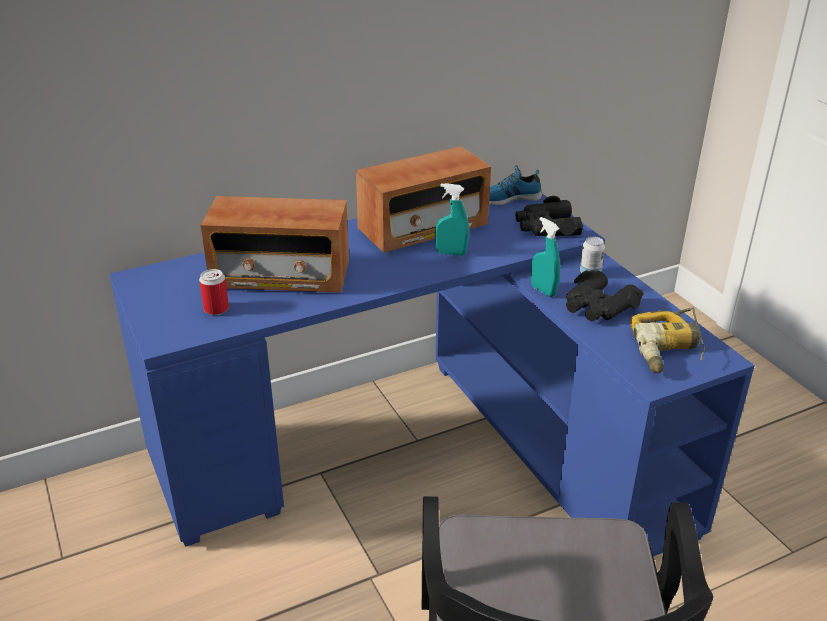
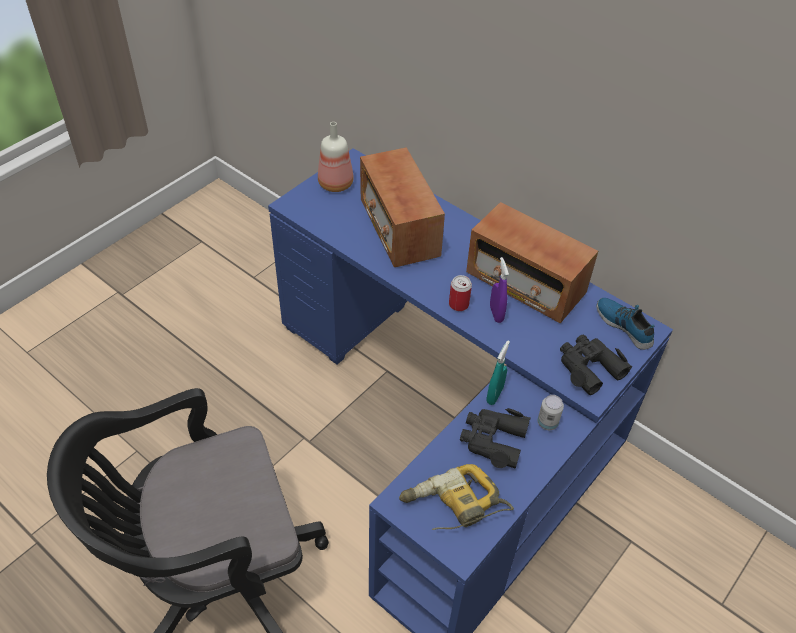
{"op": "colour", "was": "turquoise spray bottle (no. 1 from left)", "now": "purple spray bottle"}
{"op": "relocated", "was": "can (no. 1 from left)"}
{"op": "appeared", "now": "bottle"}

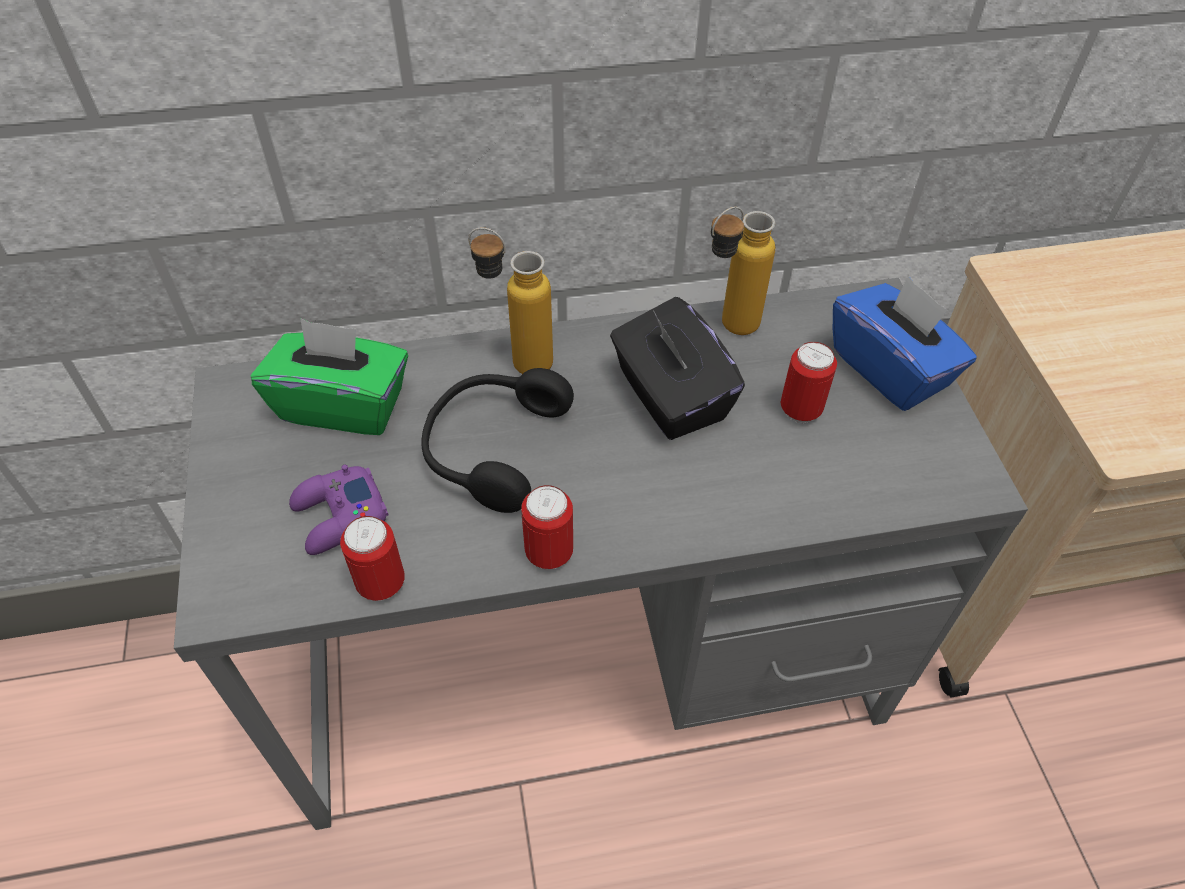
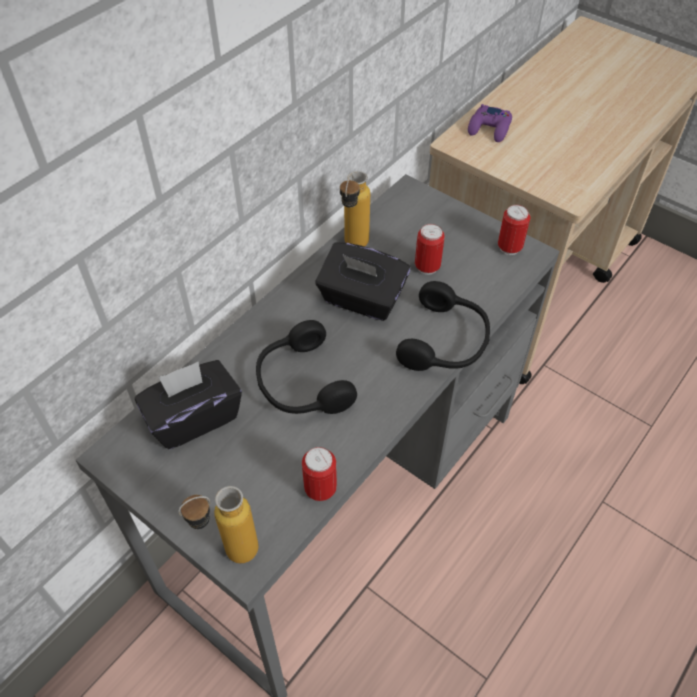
{"op": "relocated", "was": "bottle (no. 1 from left)"}
{"op": "missing", "was": "blue tissue box"}
{"op": "colour", "was": "green tissue box", "now": "black tissue box (no. 1 from left)"}
{"op": "relocated", "was": "purple game controller"}
{"op": "relocated", "was": "can (no. 2 from left in the first image)", "now": "can (no. 3 from left)"}
{"op": "appeared", "now": "black headphones (no. 2 from left)"}

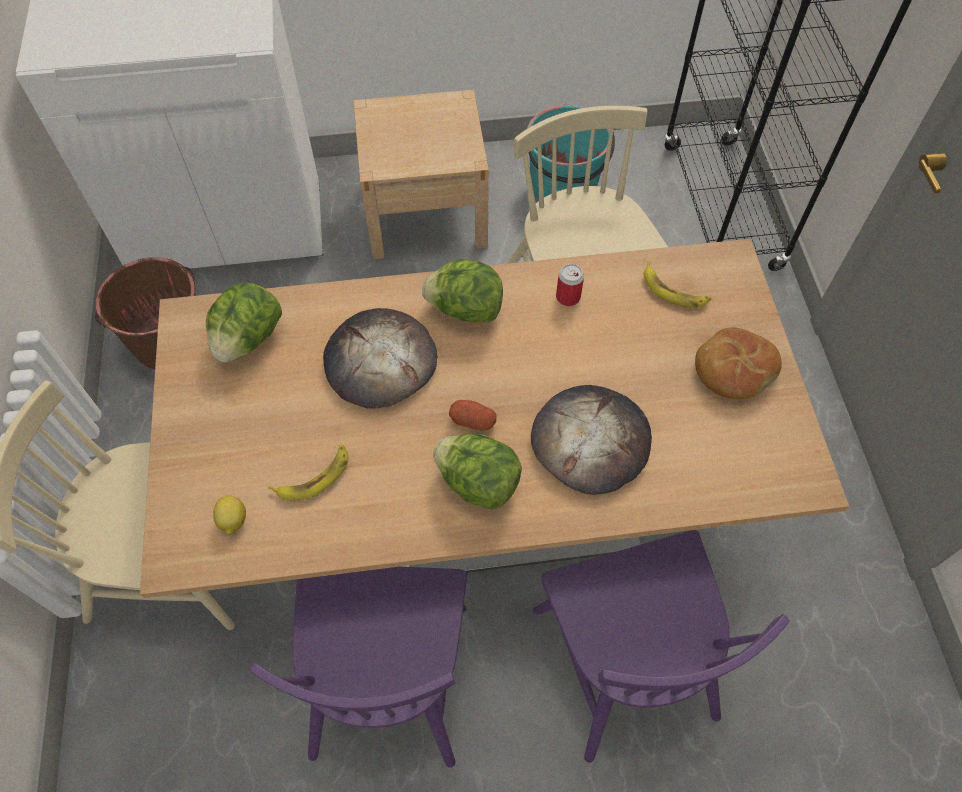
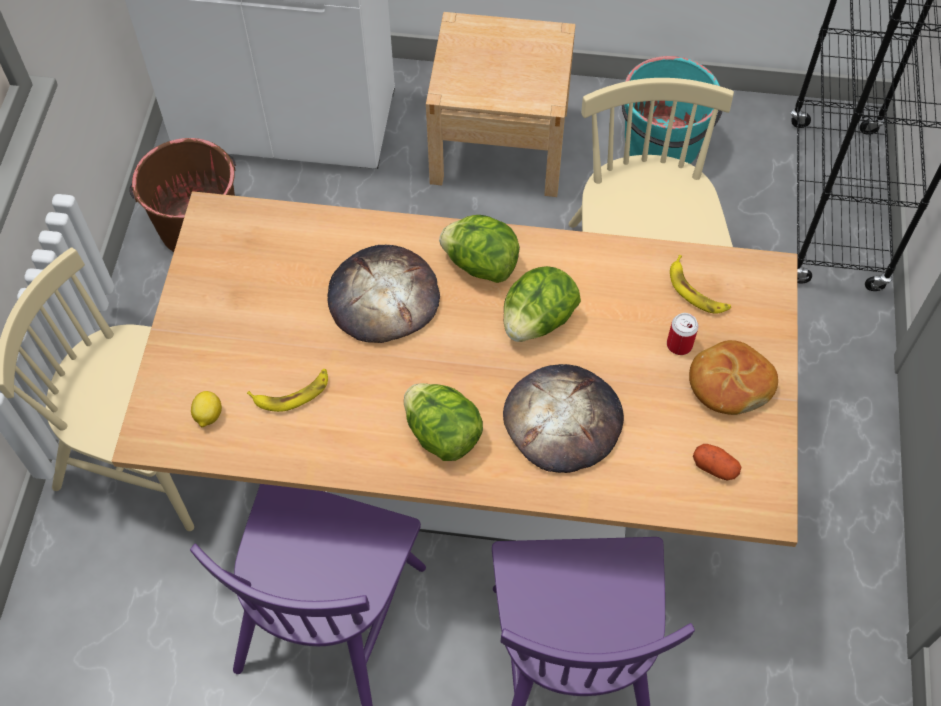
{"op": "relocated", "was": "can"}
{"op": "relocated", "was": "lettuce (no. 1 from left in the first image)", "now": "lettuce (no. 3 from left)"}
{"op": "relocated", "was": "potato"}

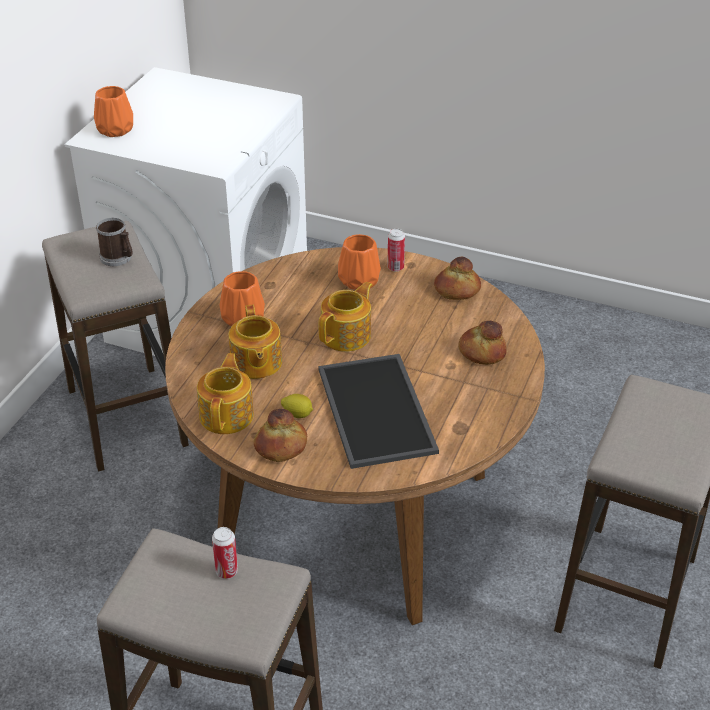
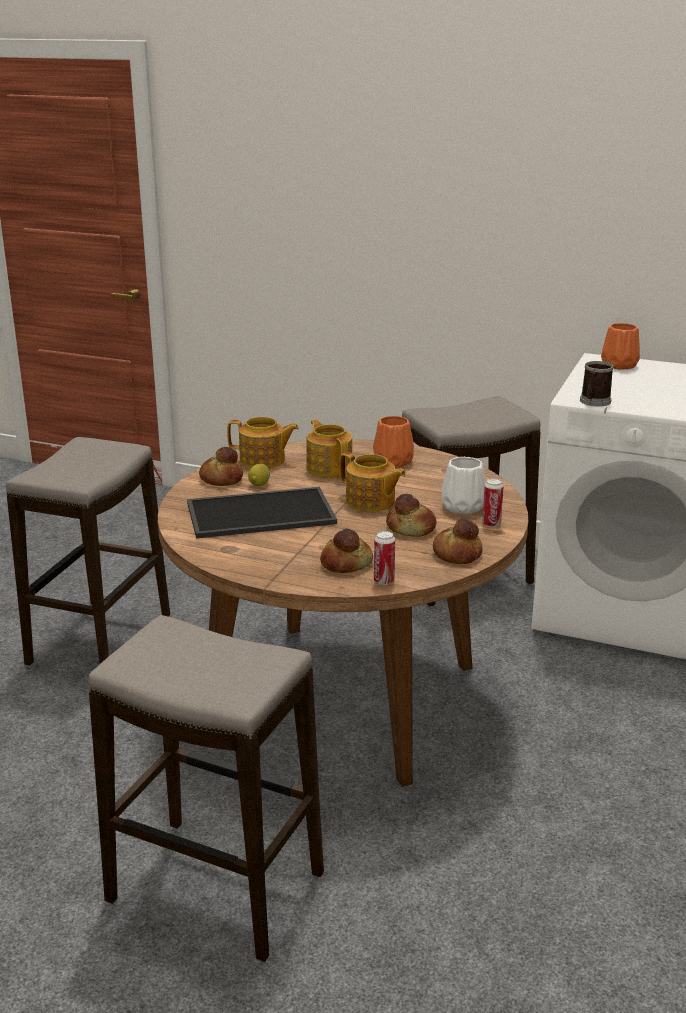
{"op": "relocated", "was": "mug"}
{"op": "colour", "was": "orange vase (no. 3 from left)", "now": "white vase"}
{"op": "spun", "was": "teapot (no. 2 from left)", "clockwise": 75}
{"op": "relocated", "was": "can (no. 1 from left)"}
{"op": "appeared", "now": "bread (no. 3 from left)"}

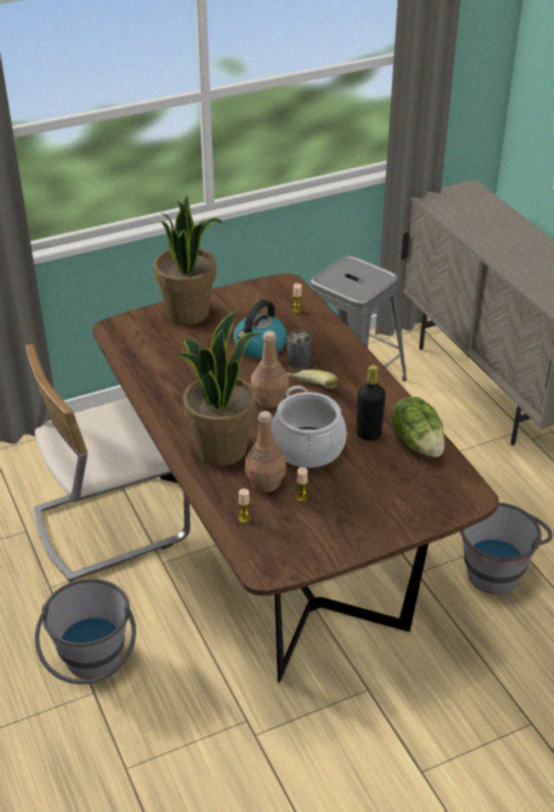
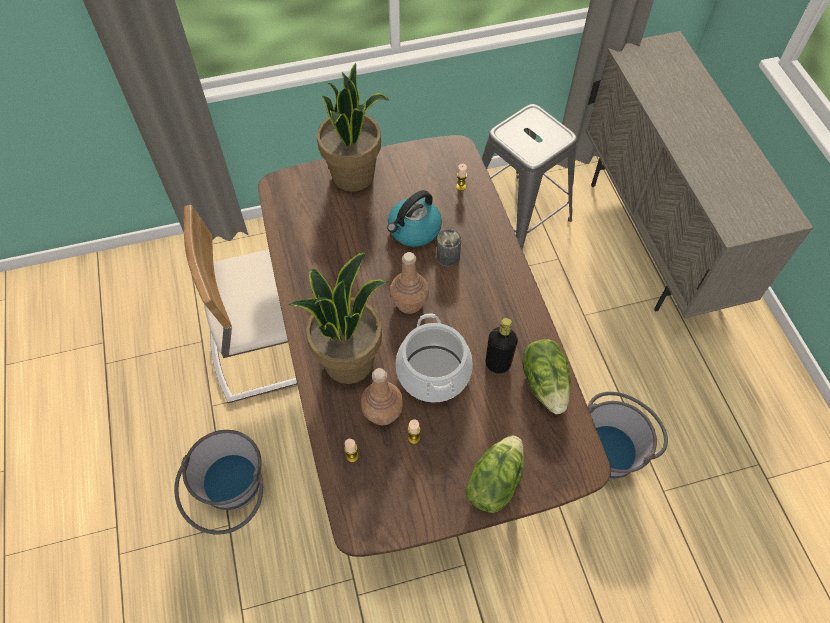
{"op": "missing", "was": "banana"}
{"op": "appeared", "now": "lettuce (no. 1 from left)"}

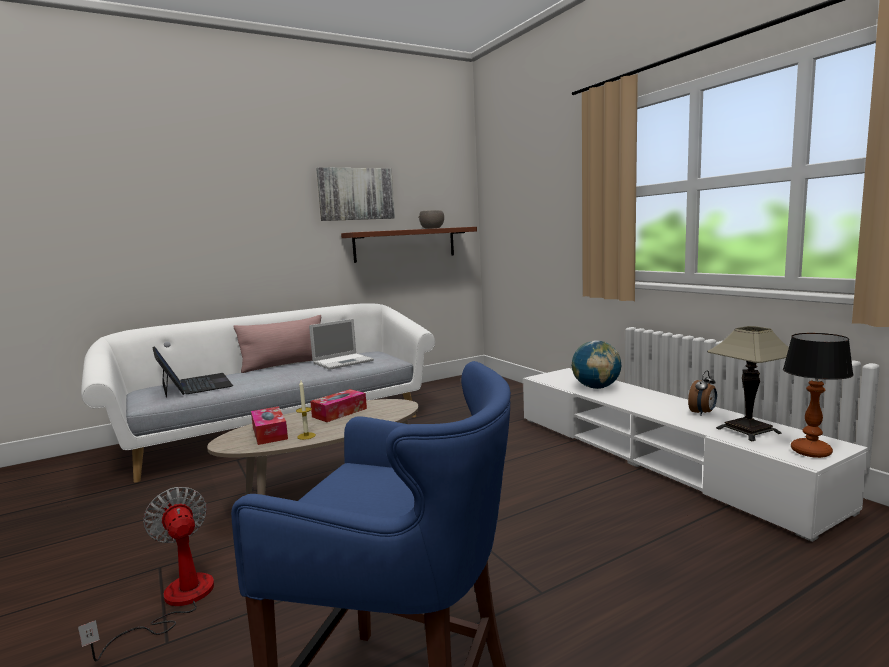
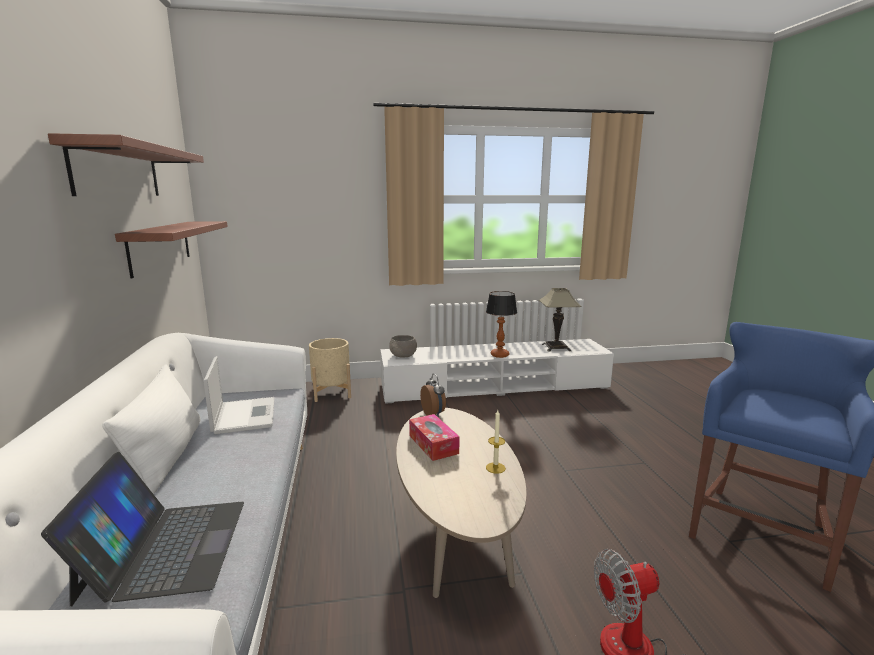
{"op": "exchanged", "was": "picture", "now": "shelf (no. 1 from left)"}
{"op": "relocated", "was": "grey bowl"}
{"op": "colour", "was": "pink pillow", "now": "white pillow"}
{"op": "relocated", "was": "table lamp (no. 2 from left in the first image)", "now": "table lamp (no. 1 from left)"}
{"op": "missing", "was": "globe"}
{"op": "spun", "was": "laptop (no. 1 from left)", "clockwise": 90}
{"op": "relocated", "was": "alarm clock"}
{"op": "missing", "was": "tissue box (no. 1 from left)"}
{"op": "appeared", "now": "beige planter"}

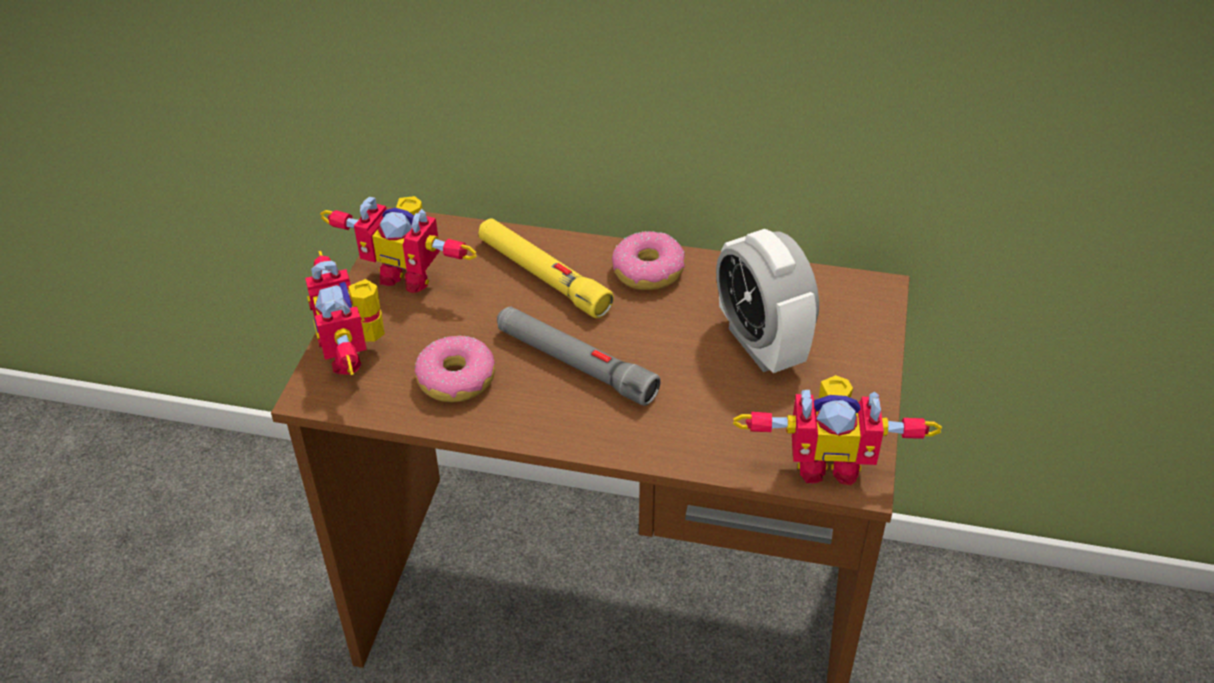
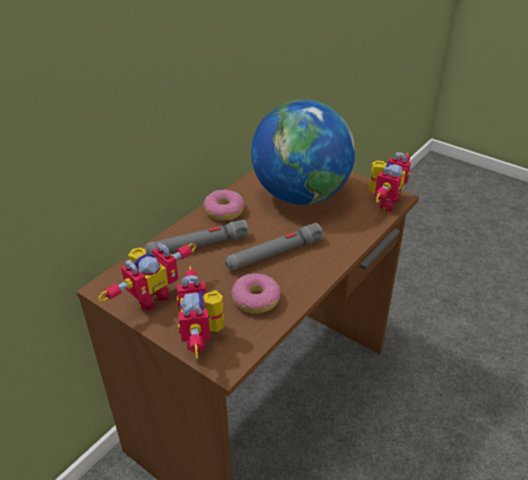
{"op": "colour", "was": "yellow flashlight", "now": "grey flashlight (no. 1 from left)"}
{"op": "exchanged", "was": "alarm clock", "now": "globe"}
{"op": "spun", "was": "toy robot (no. 1 from left in the first image)", "clockwise": 75}

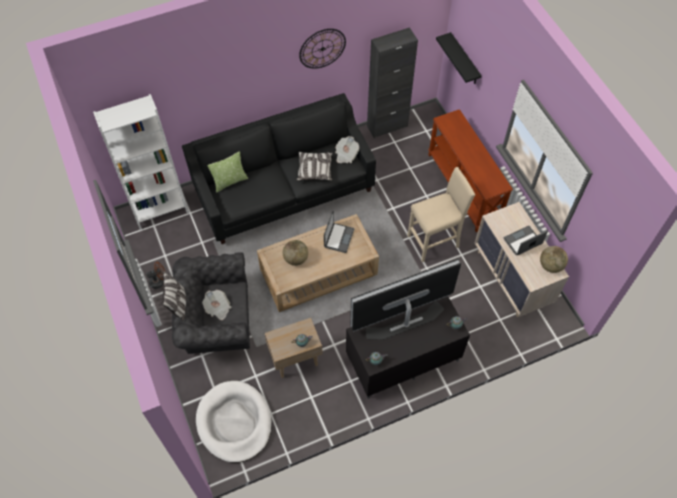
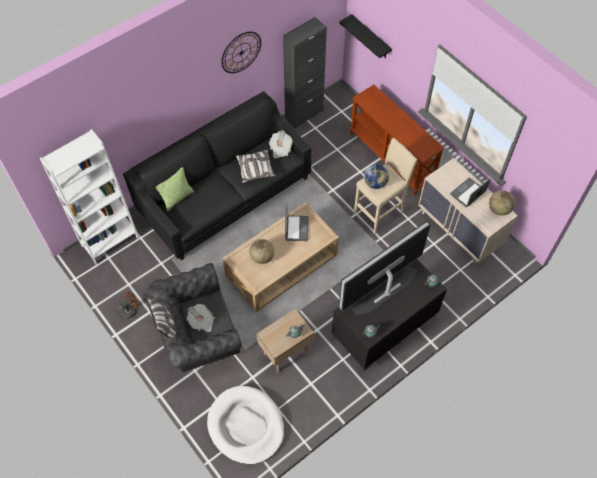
{"op": "appeared", "now": "globe (no. 2 from left)"}

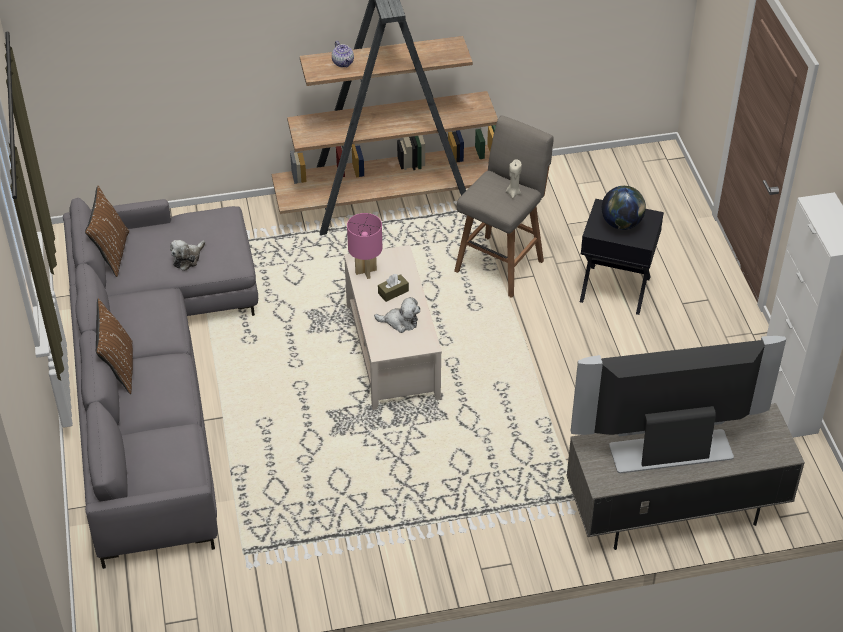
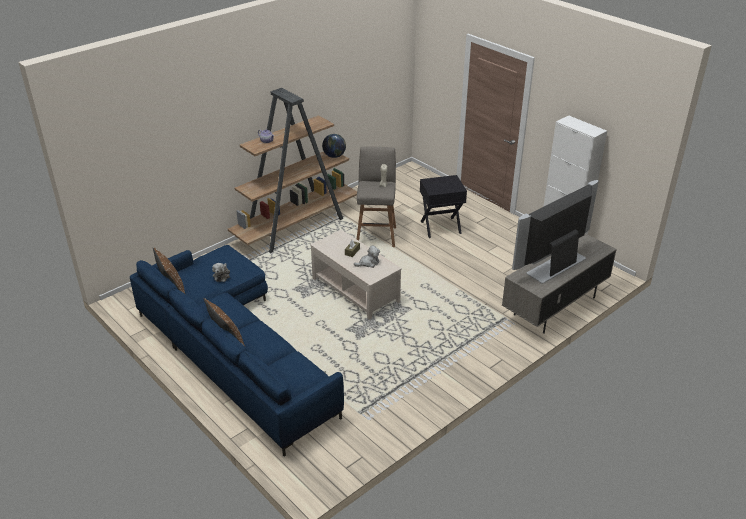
{"op": "relocated", "was": "globe"}
{"op": "colour", "was": "grey sofa", "now": "blue sofa"}
{"op": "missing", "was": "pink table lamp"}

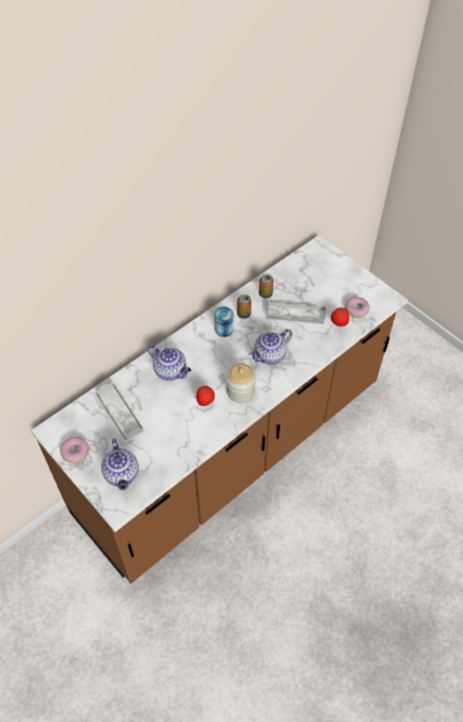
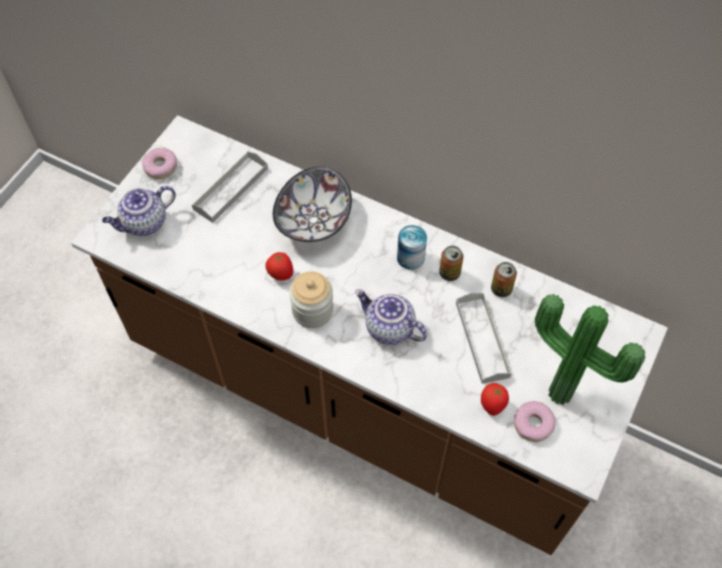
{"op": "exchanged", "was": "teapot (no. 2 from left)", "now": "bowl"}
{"op": "appeared", "now": "potted plant"}

